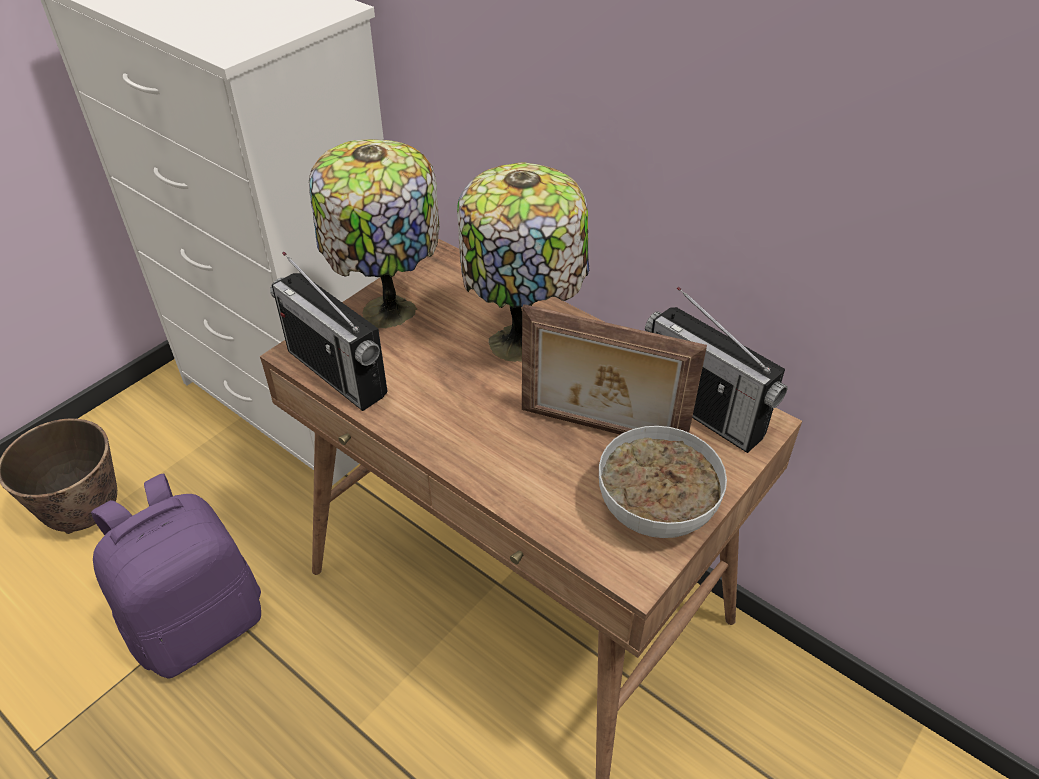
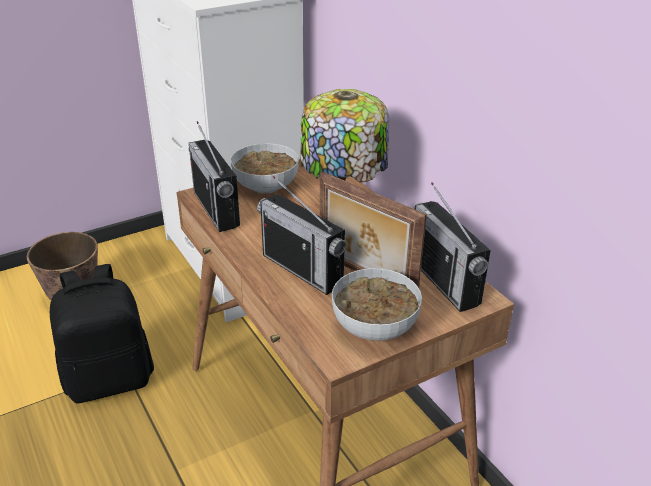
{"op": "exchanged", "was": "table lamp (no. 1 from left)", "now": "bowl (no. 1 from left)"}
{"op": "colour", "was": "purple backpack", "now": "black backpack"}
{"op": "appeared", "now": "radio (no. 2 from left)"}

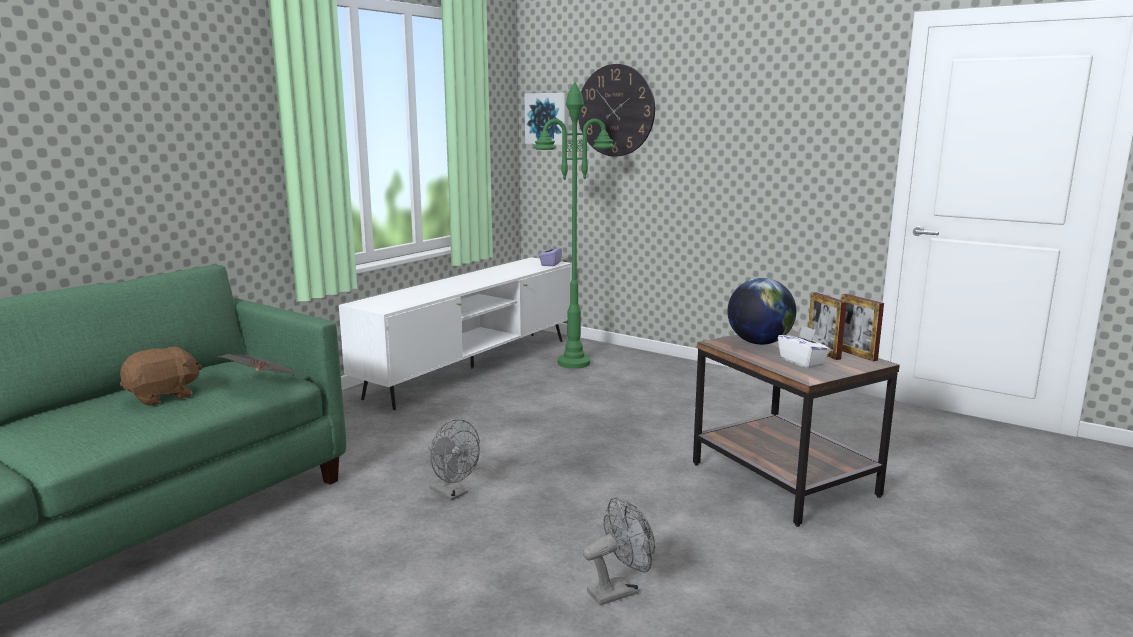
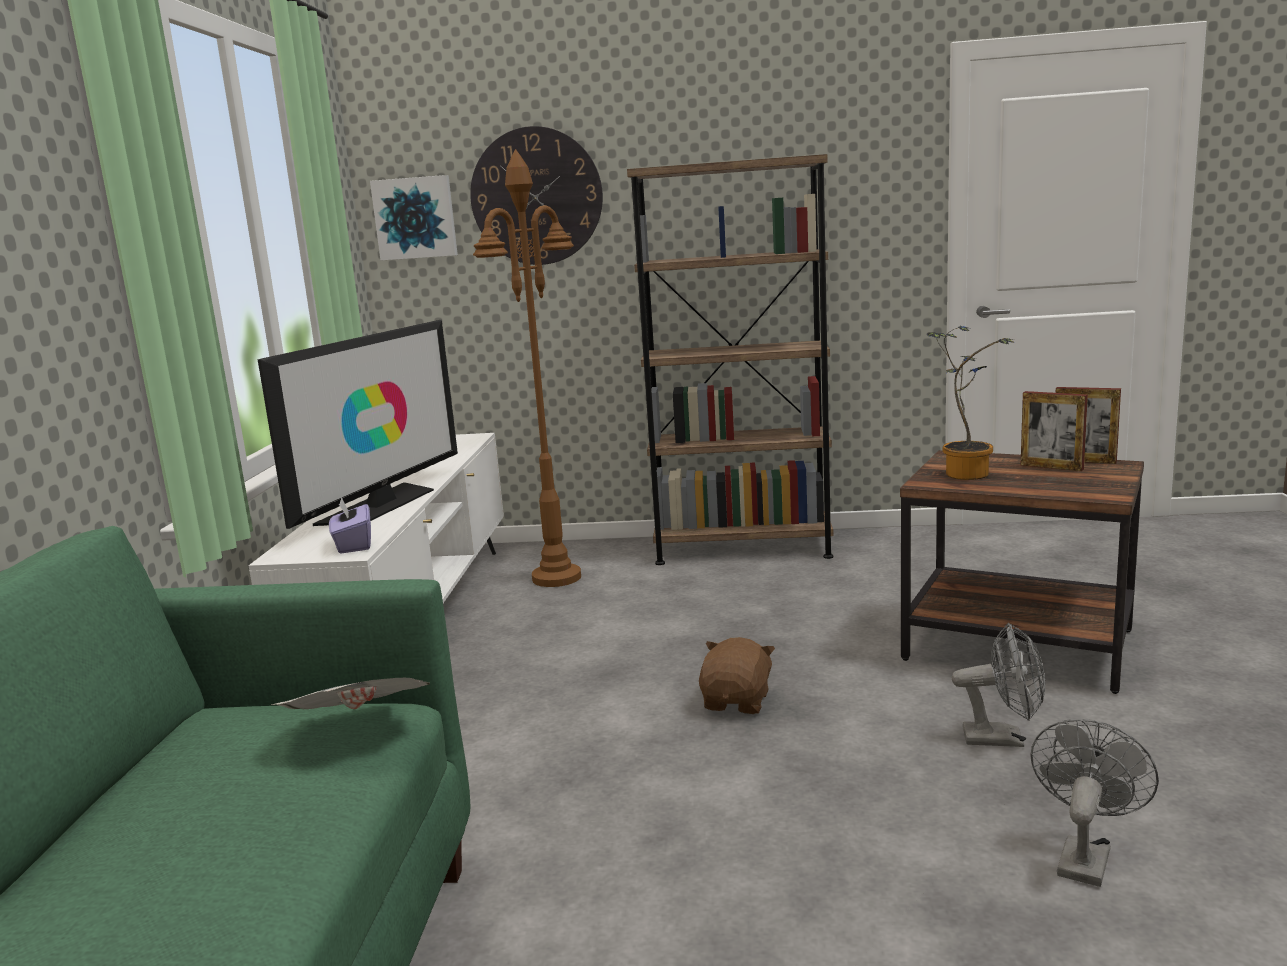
{"op": "colour", "was": "green floor lamp", "now": "brown floor lamp"}
{"op": "relocated", "was": "purple tissue box"}
{"op": "exchanged", "was": "globe", "now": "potted plant"}
{"op": "missing", "was": "white tissue box"}
{"op": "relocated", "was": "brown plush toy"}
{"op": "relocated", "was": "grey fan (no. 1 from left)"}
{"op": "appeared", "now": "brown bookcase"}
{"op": "appeared", "now": "television"}

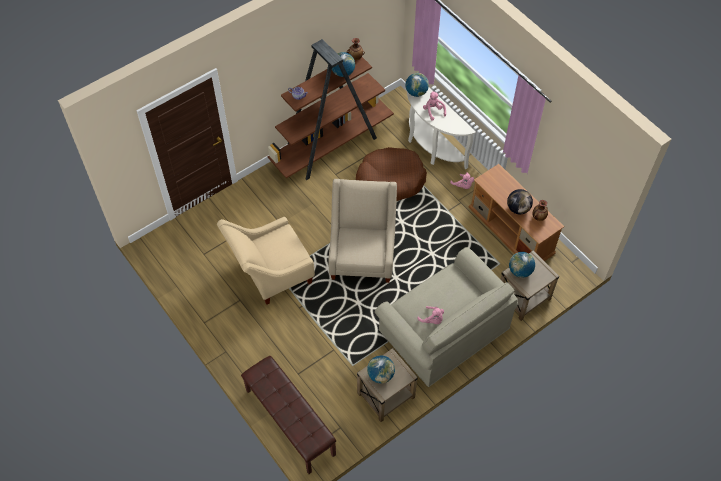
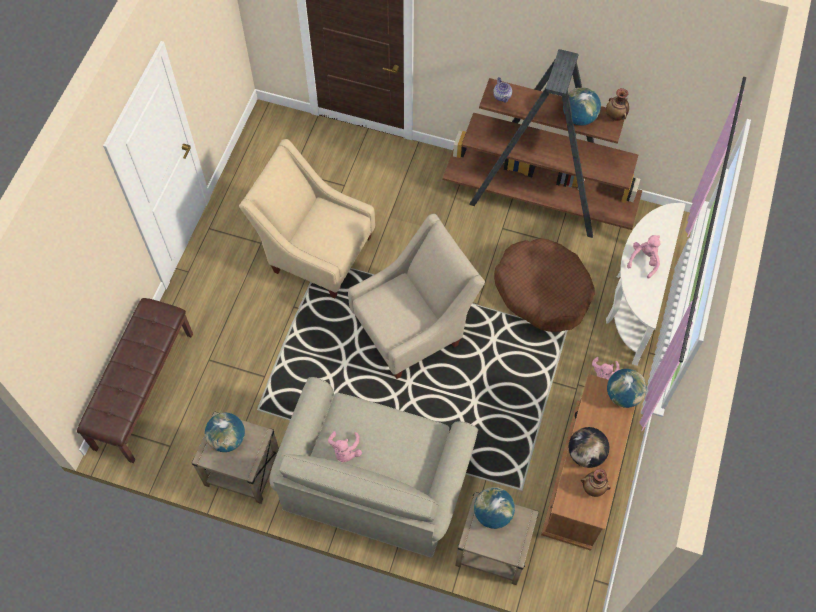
{"op": "relocated", "was": "globe (no. 3 from left in the first image)", "now": "globe (no. 5 from left)"}

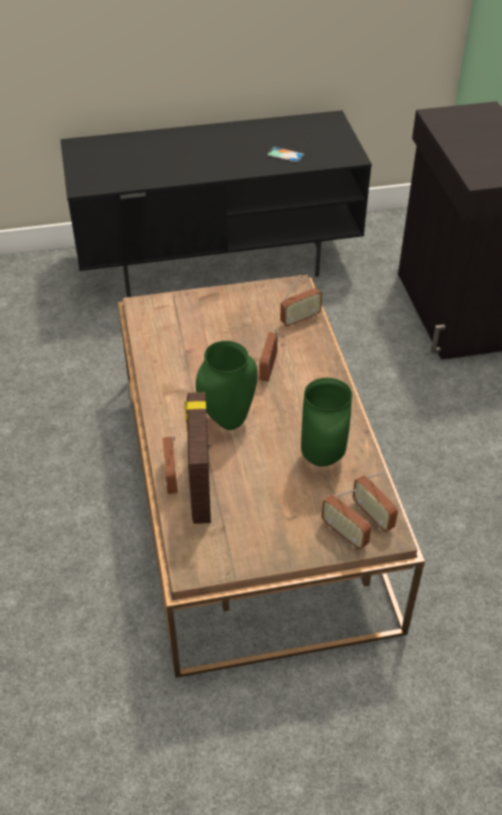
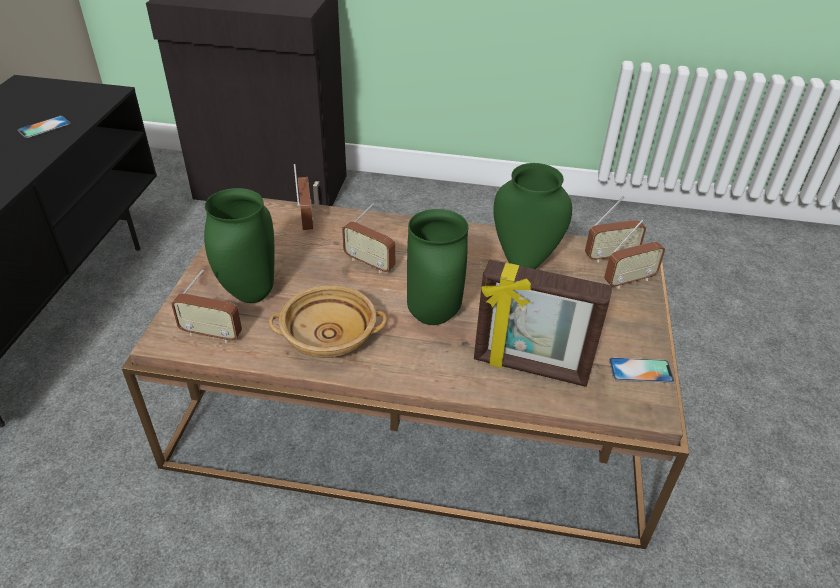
{"op": "relocated", "was": "radio (no. 1 from left)"}
{"op": "appeared", "now": "green vase (no. 1 from left)"}
{"op": "appeared", "now": "beige bowl"}
{"op": "appeared", "now": "phone (no. 2 from left)"}

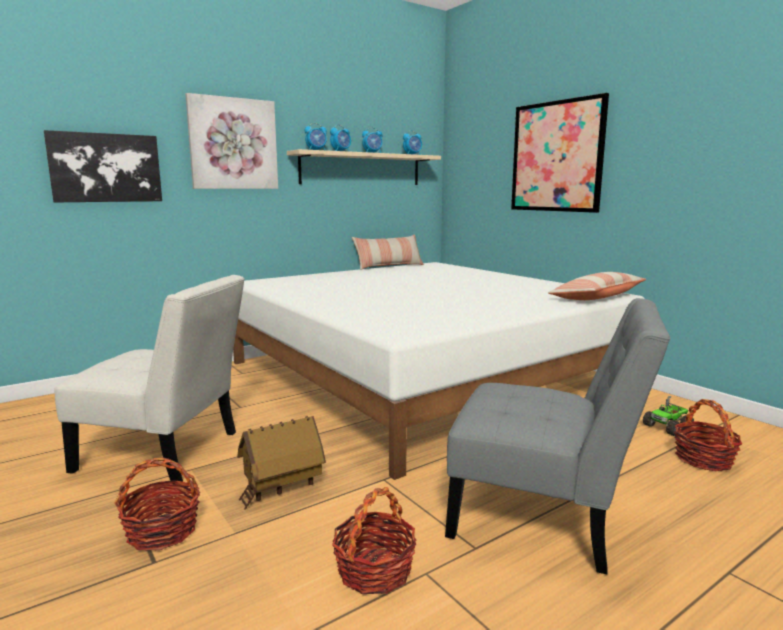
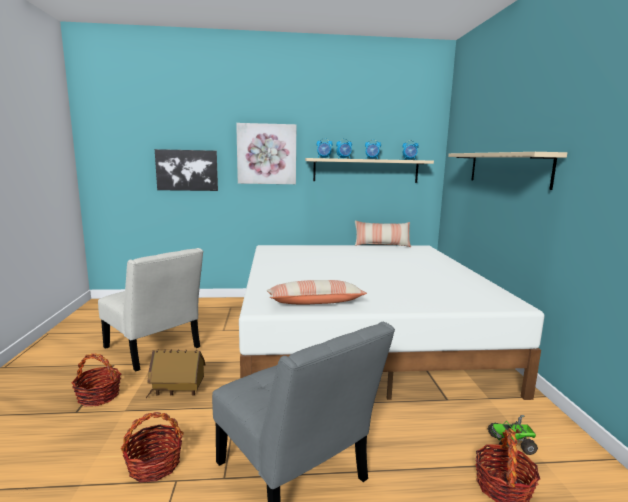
{"op": "exchanged", "was": "picture (no. 3 from left)", "now": "beige shelf (no. 2 from left)"}
{"op": "relocated", "was": "pillow (no. 2 from left in the first image)", "now": "pillow (no. 1 from left)"}

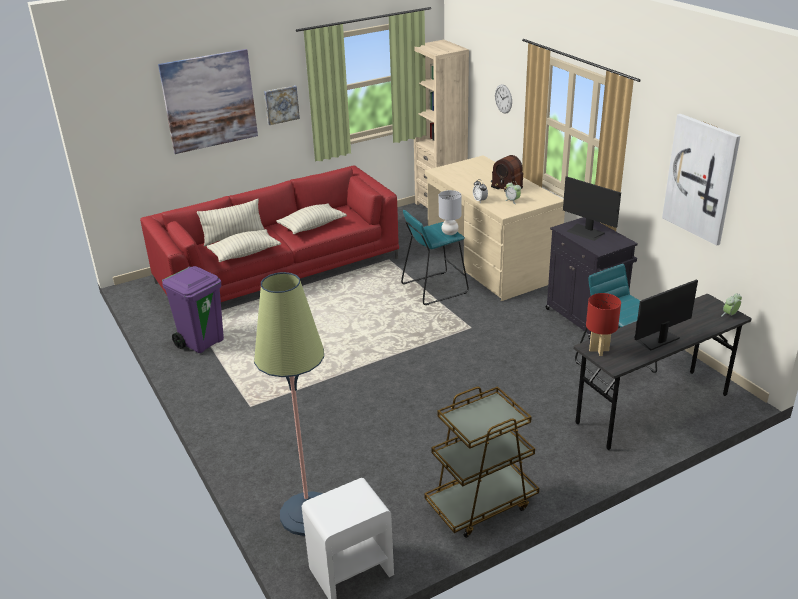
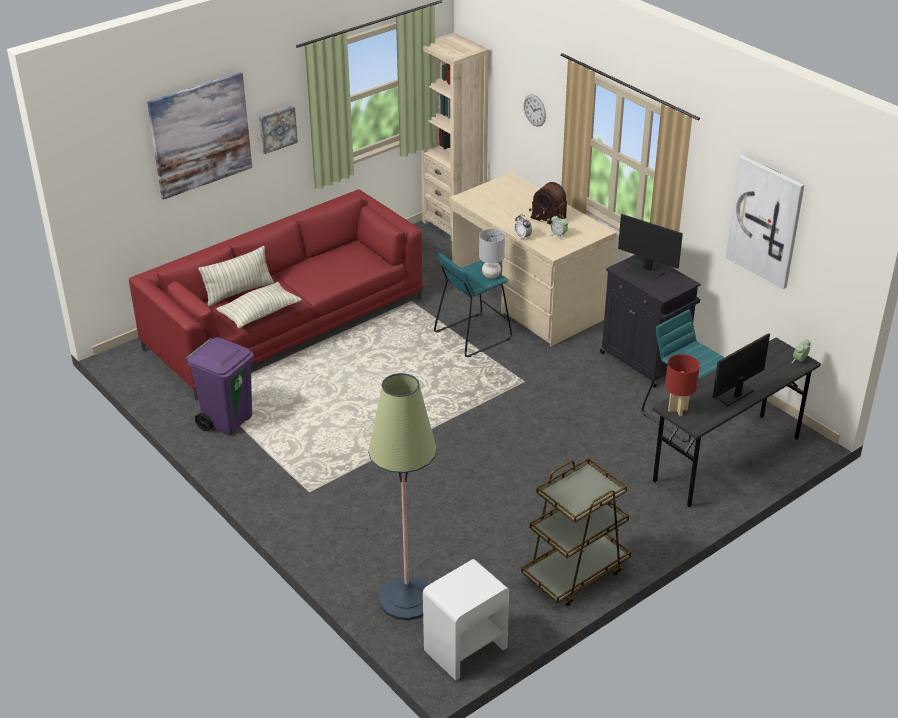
{"op": "missing", "was": "pillow (no. 3 from left)"}

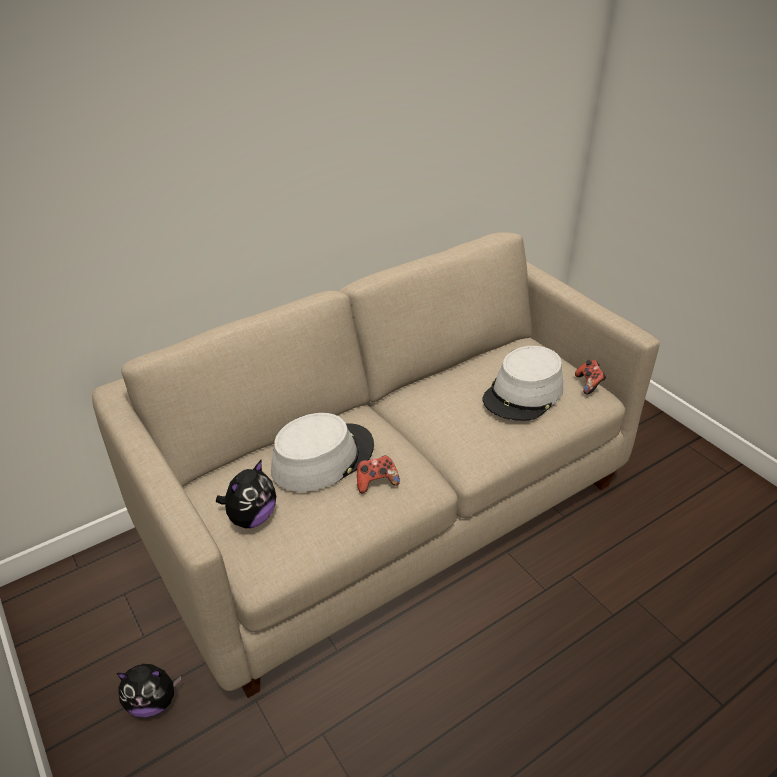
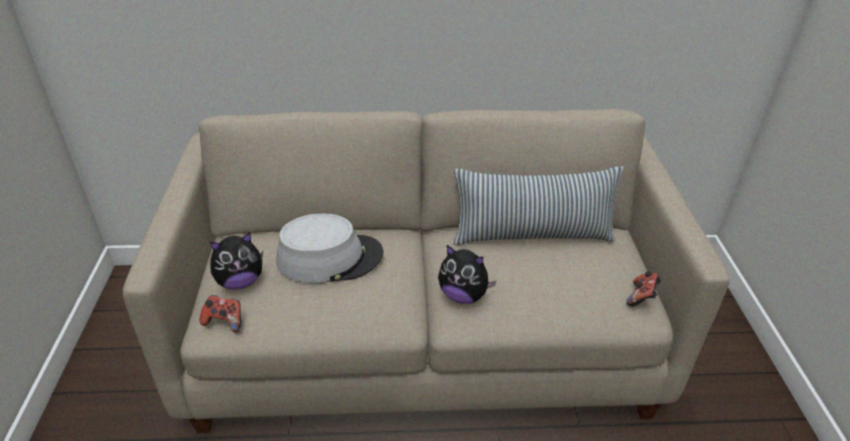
{"op": "missing", "was": "grey hat (no. 2 from left)"}
{"op": "relocated", "was": "game controller (no. 1 from left)"}
{"op": "relocated", "was": "plush toy (no. 1 from left in the first image)", "now": "plush toy (no. 2 from left)"}
{"op": "appeared", "now": "pillow"}

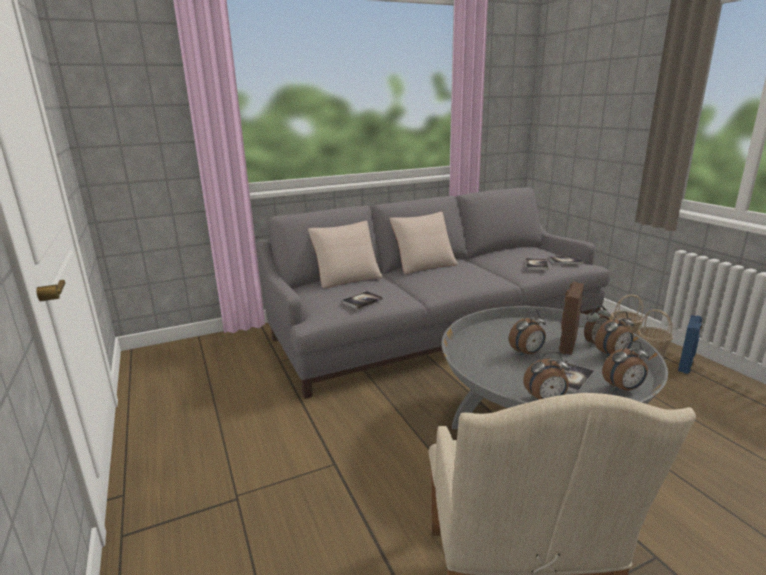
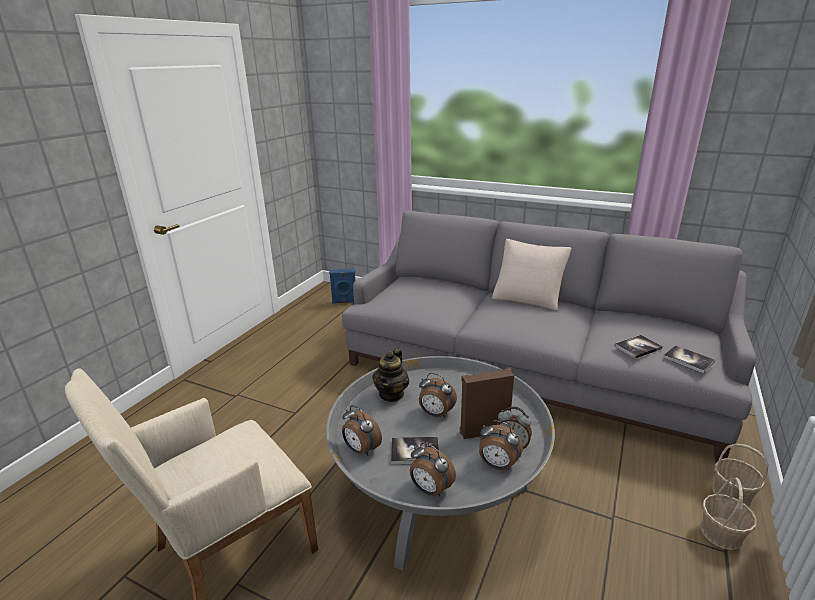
{"op": "missing", "was": "beige pillow (no. 1 from left)"}
{"op": "missing", "was": "book (no. 1 from left)"}
{"op": "relocated", "was": "blue speaker"}
{"op": "appeared", "now": "teapot"}

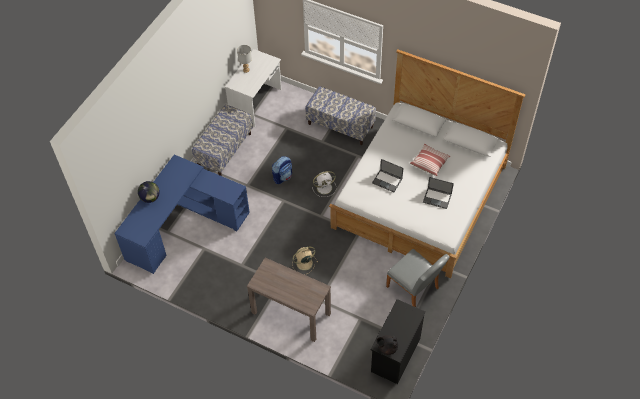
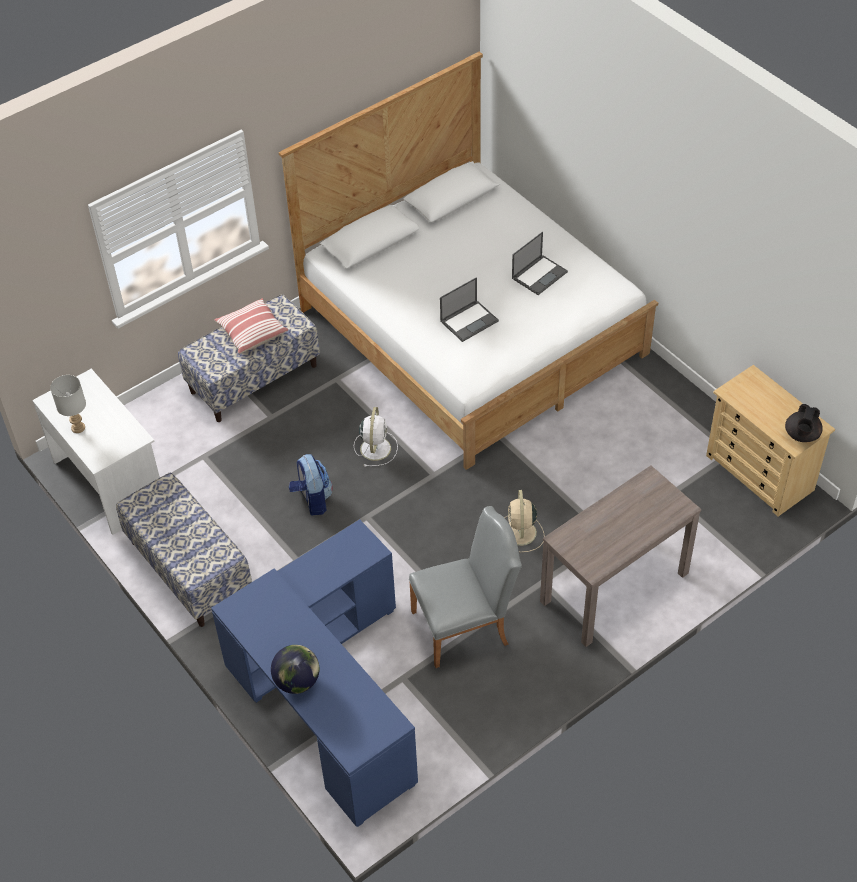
{"op": "relocated", "was": "pillow"}
{"op": "relocated", "was": "grey chair"}
{"op": "colour", "was": "black dresser", "now": "beige dresser"}

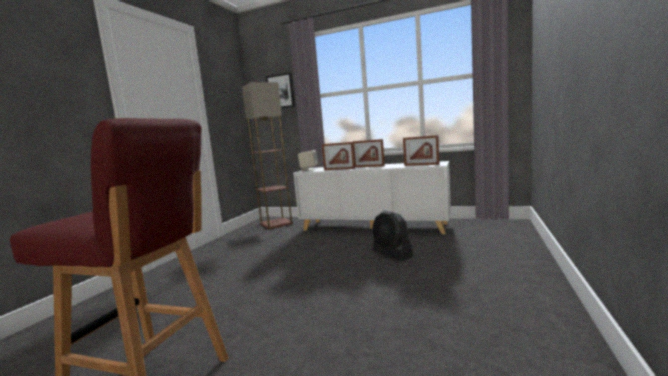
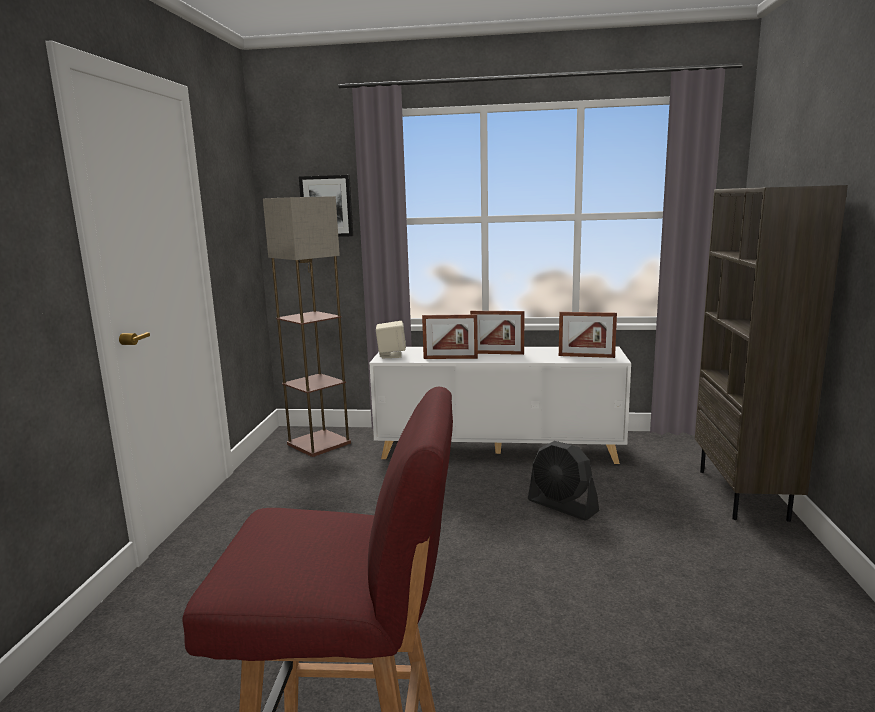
{"op": "appeared", "now": "brown bookcase"}

